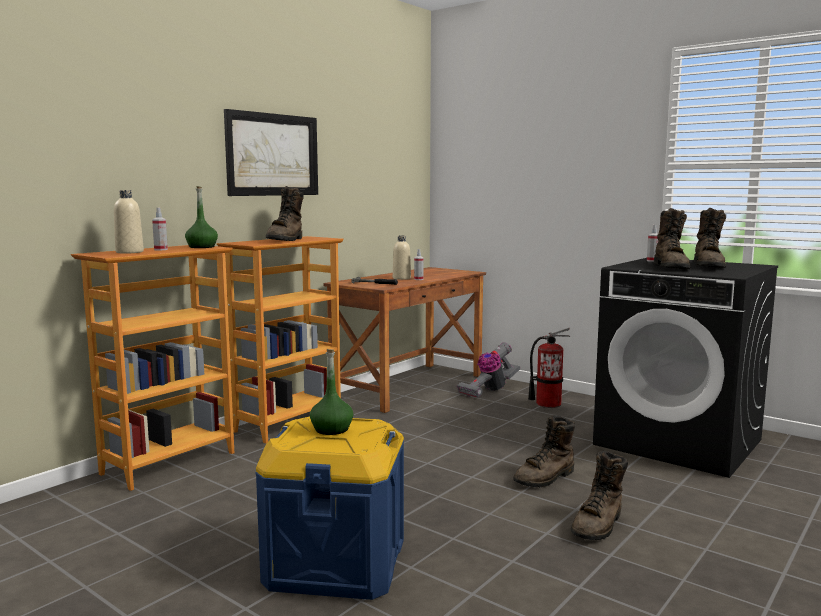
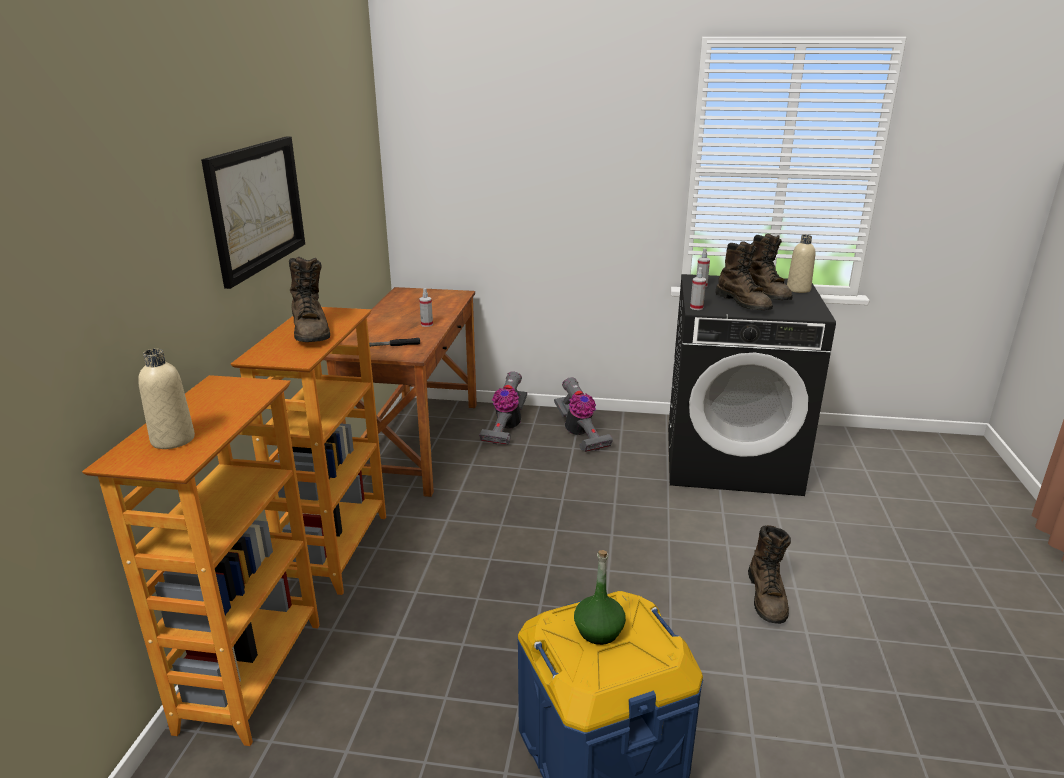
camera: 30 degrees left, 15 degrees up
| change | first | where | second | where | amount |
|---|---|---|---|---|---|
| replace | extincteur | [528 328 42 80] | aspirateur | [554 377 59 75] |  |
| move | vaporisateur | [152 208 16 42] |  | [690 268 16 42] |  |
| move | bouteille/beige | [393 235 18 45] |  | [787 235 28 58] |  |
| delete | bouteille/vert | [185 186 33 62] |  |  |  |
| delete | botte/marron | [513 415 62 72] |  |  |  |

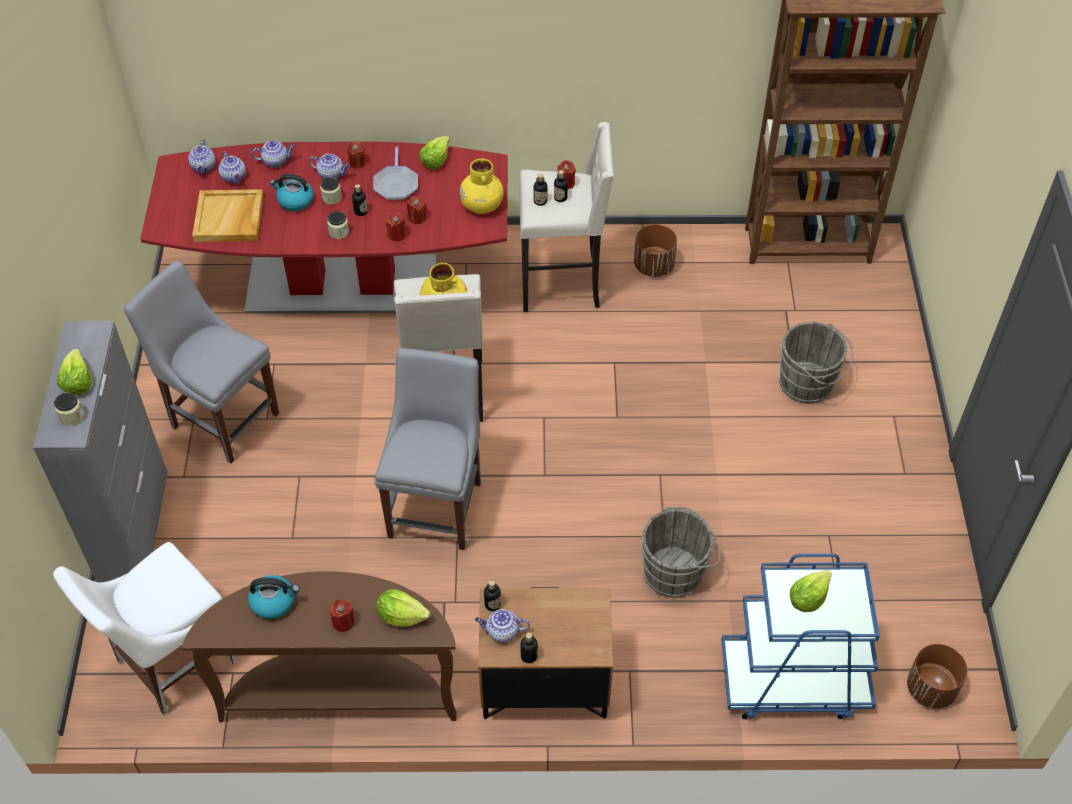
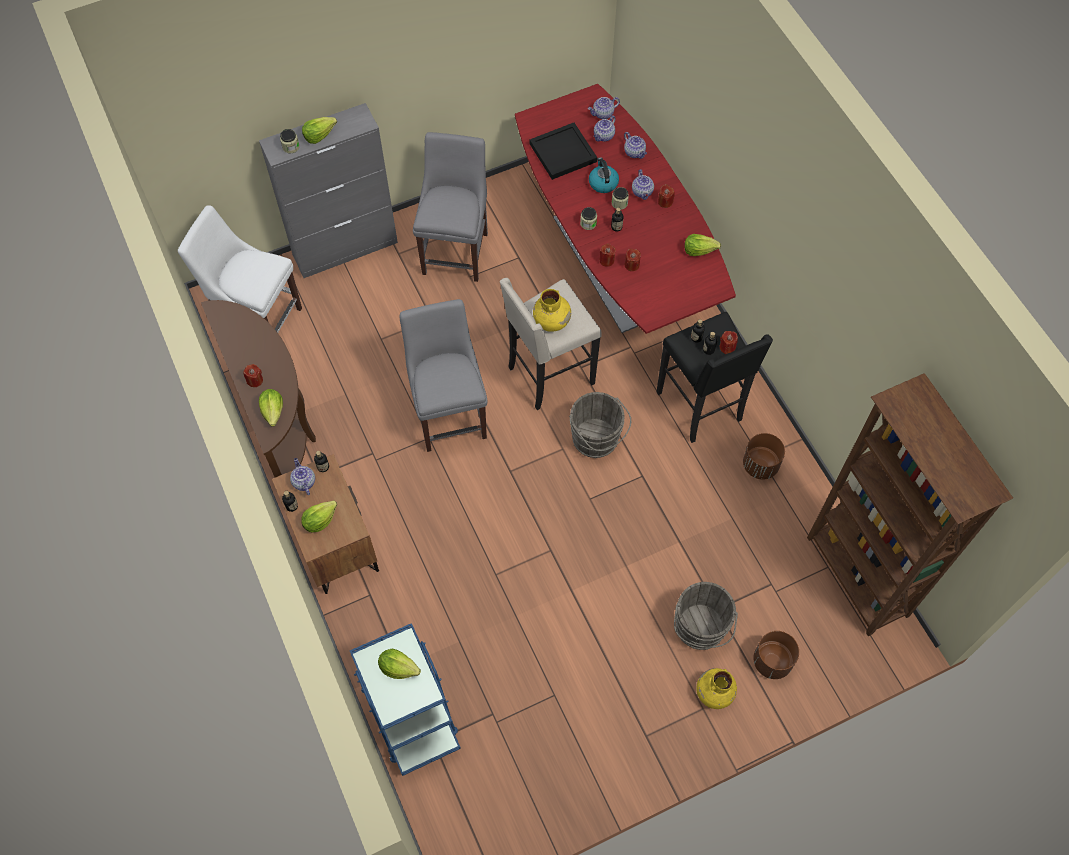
camera: 65 degrees right, 10 degrees up
| change | first | where | second | where | amount |
|---|---|---|---|---|---|
| insert |  |  | laitue | [301 500 36 32] |  |
| rotate | chaise/gris | [374 348 107 202] |  | [400 299 87 153] | 90 degrees counterclockwise |
| recolor | plateau/beige | [192 189 72 53] | plateau/noir | [530 123 67 57] |  |
| move | seau/gris | [641 507 80 91] |  | [569 392 62 66] |  |
| recolor | tabouret/beige | [519 122 95 190] | tabouret/noir | [656 312 117 131] |  |
| move | vase/jaune | [459 159 45 55] |  | [696 668 41 41] |  |
| move | cache-pot/marron | [907 644 61 65] |  | [753 631 46 48] |  |
| delete | bouilloire | [248 575 51 44] |  |  |  |
| delete | poêle | [373 147 45 53] |  |  |  |

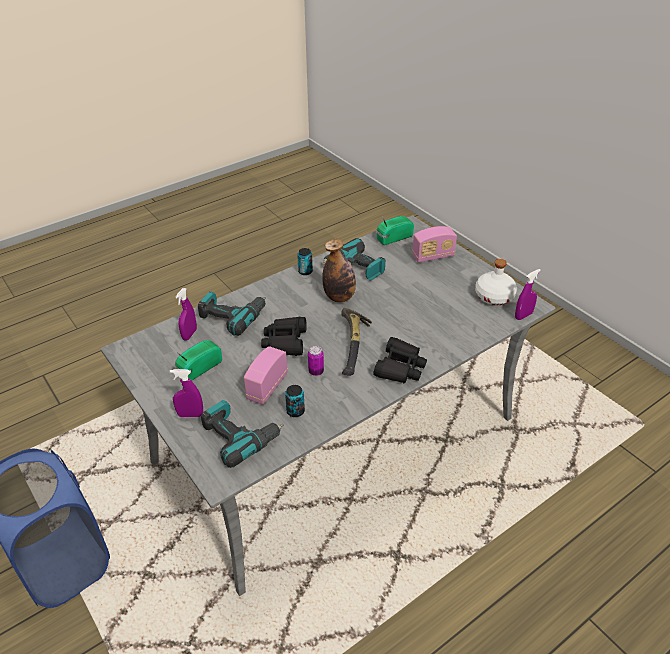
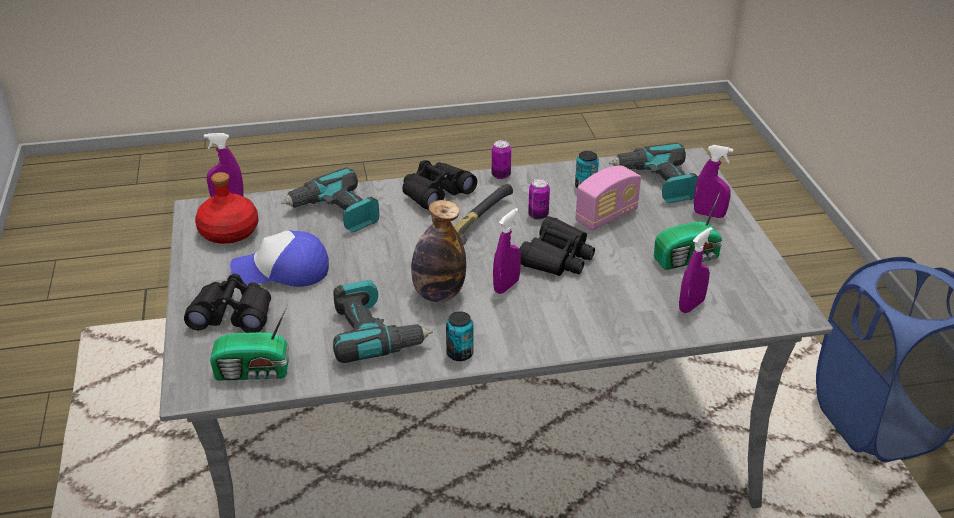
camera: 155 degrees left, 5 degrees down
| change | first | where | second | where | amount |
|---|---|---|---|---|---|
| replace | radio | [412 226 45 37] | jumelles/noir | [184 274 87 59] |  |
| recolor | bouteille/blanc | [475 259 42 46] | bouteille/rouge | [195 172 63 72] |  |
| insert |  |  | casquette | [230 230 99 57] |  |
| move | perceuse | [198 291 68 45] |  | [281 168 98 65] |  |
| insert |  |  | boîte métallique | [492 140 19 39] |  |
| insert |  |  | vaporisateur/violet | [493 208 28 86] |  |

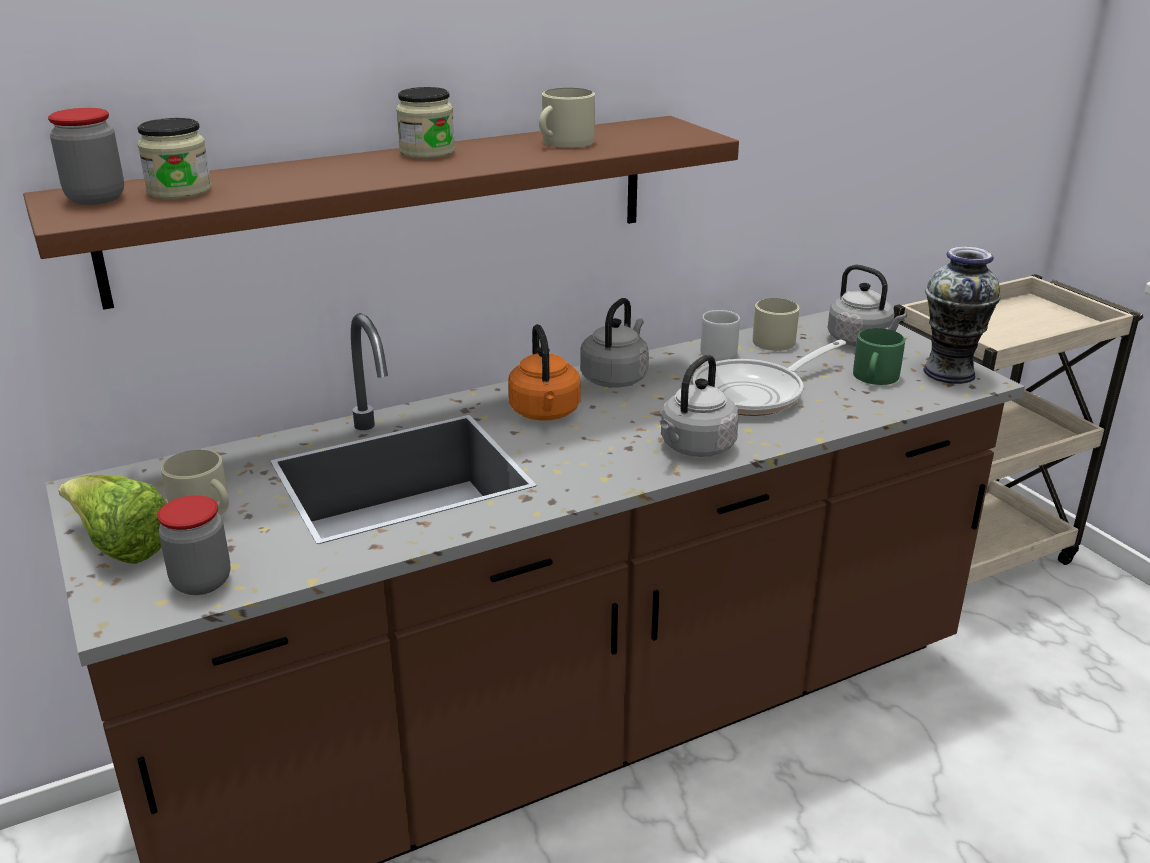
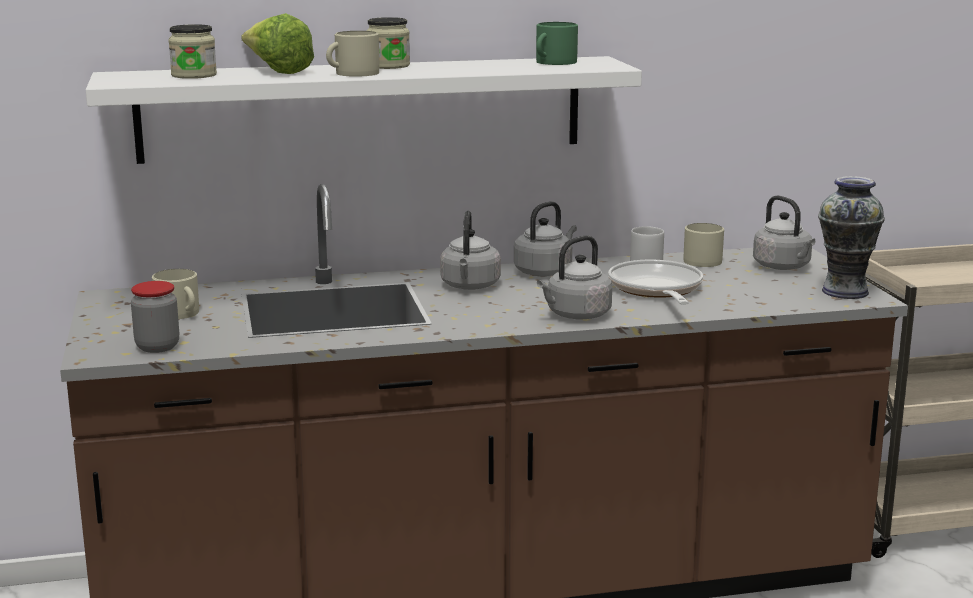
camera: 15 degrees right, 10 degrees down
| change | first | where | second | where | amount |
|---|---|---|---|---|---|
| recolor | étagère/marron | [23 116 716 194] | étagère/blanc | [86 56 556 108] |  |
| move | laitue | [59 475 108 89] |  | [241 13 73 61] |  |
| move | mug/beige | [539 88 56 60] |  | [326 31 53 46] |  |
| recolor | bouilloire/orange | [508 324 73 97] | bouilloire/gris | [440 211 61 79] |  |
| move | mug/vert | [853 328 52 57] |  | [536 22 42 43] |  |
| rotate | poêle | [693 339 153 77] |  | [608 260 95 45] | 105 degrees clockwise |
| delete | bocal | [48 108 76 97] |  |  |  |

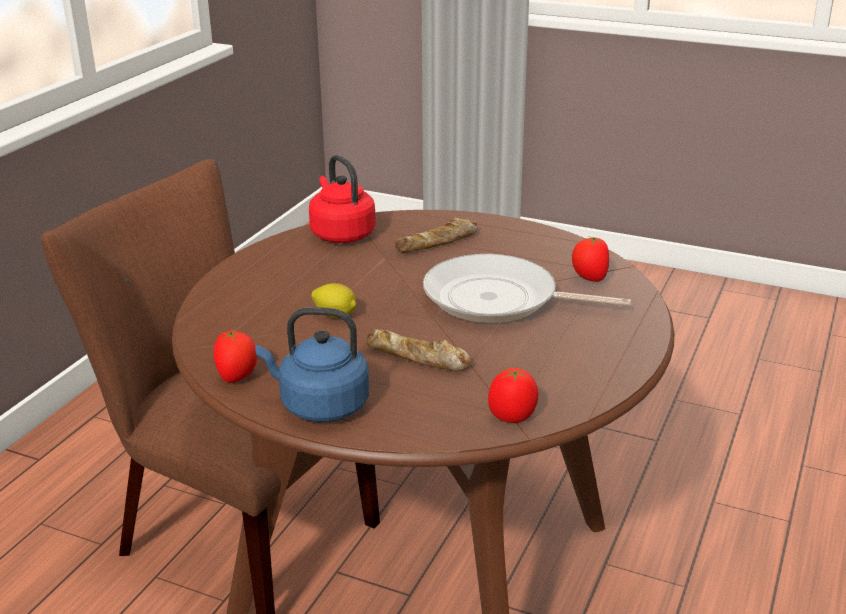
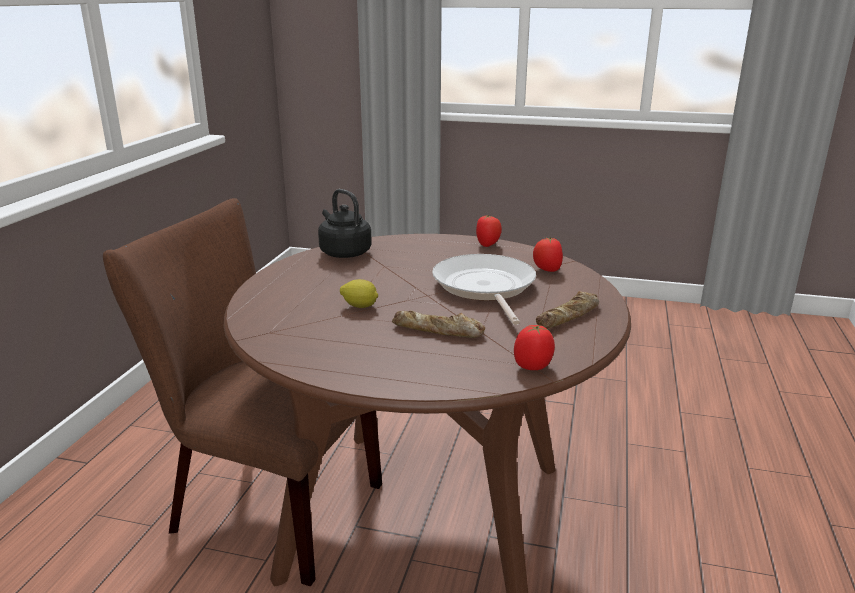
camera: 10 degrees left, 5 degrees down
| change | first | where | second | where | amount |
|---|---|---|---|---|---|
| recolor | bouilloire/rouge | [309 155 67 88] | bouilloire/noir | [318 189 54 69] |  |
| rotate | poêle | [423 254 208 69] |  | [432 254 104 71] | 75 degrees clockwise |
| move | tomate | [214 329 44 54] |  | [476 215 26 32] |  |
| move | pain | [395 217 82 36] |  | [536 291 63 38] |  |
| delete | bouilloire/bleu | [256 307 113 115] |  |  |  |

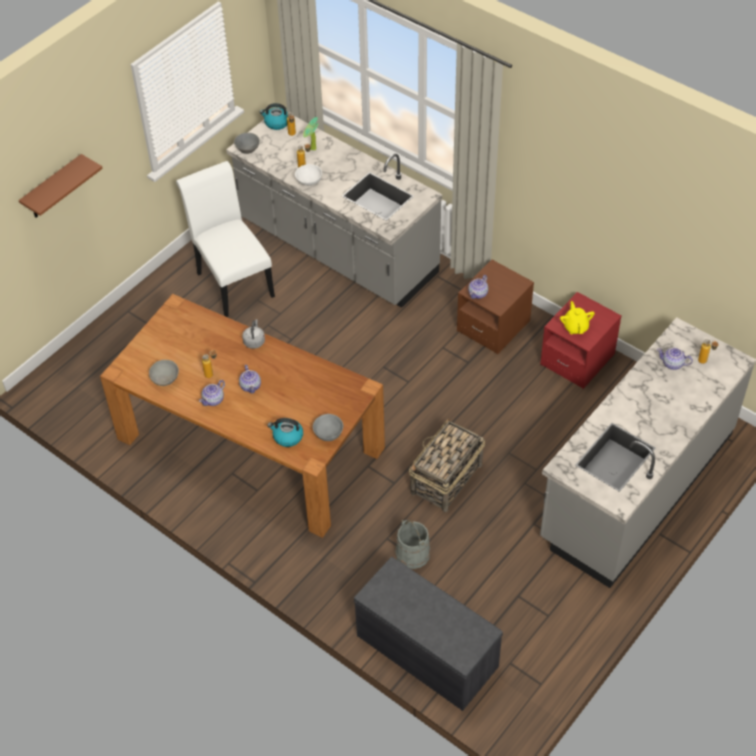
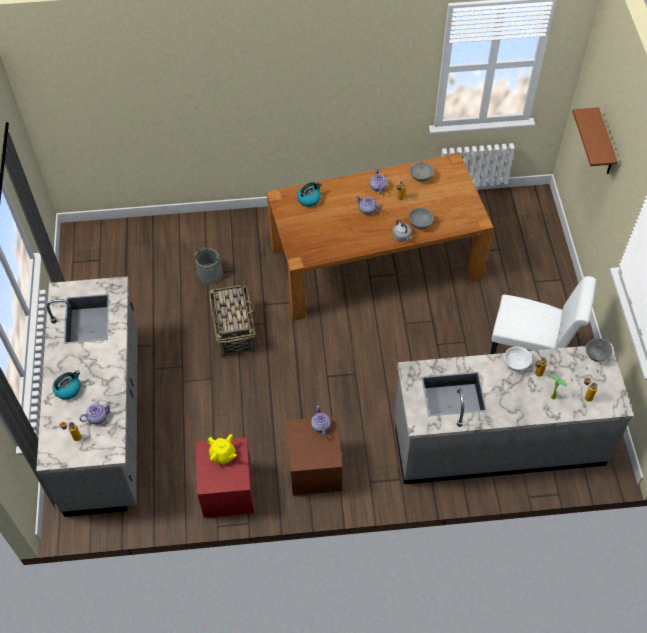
camera: 135 degrees right, 5 degrees up
| change | first | where | second | where | amount |
|---|---|---|---|---|---|
| move | bouilloire | [260 103 28 27] |  | [52 370 29 30] |  |
| move | bol/gris | [313 414 30 27] |  | [409 208 25 21] |  |
| delete | banc/gris | [354 557 149 154] |  |  |  |

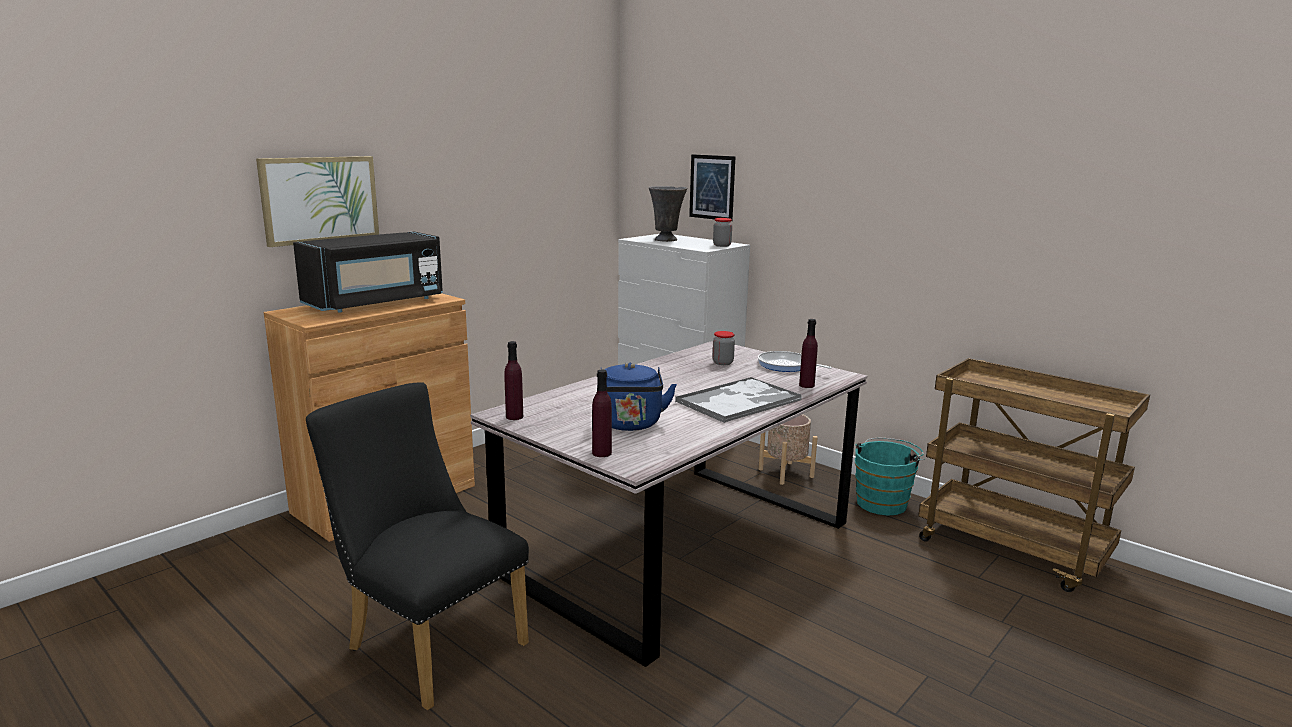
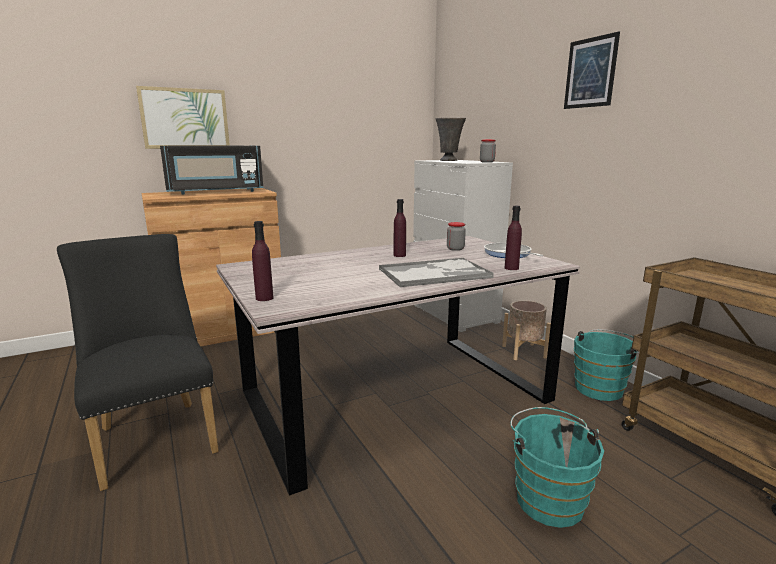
camera: 20 degrees right, 0 degrees up
| change | first | where | second | where | amount |
|---|---|---|---|---|---|
| move | bouteille/violet | [504 341 19 79] |  | [394 199 12 58] |  |
| insert |  |  | seau/turquoise | [510 407 94 121] |  |
| move | tableau | [689 154 47 66] |  | [564 31 56 78] |  |
| delete | bouilloire/bleu | [597 362 80 69] |  |  |  |

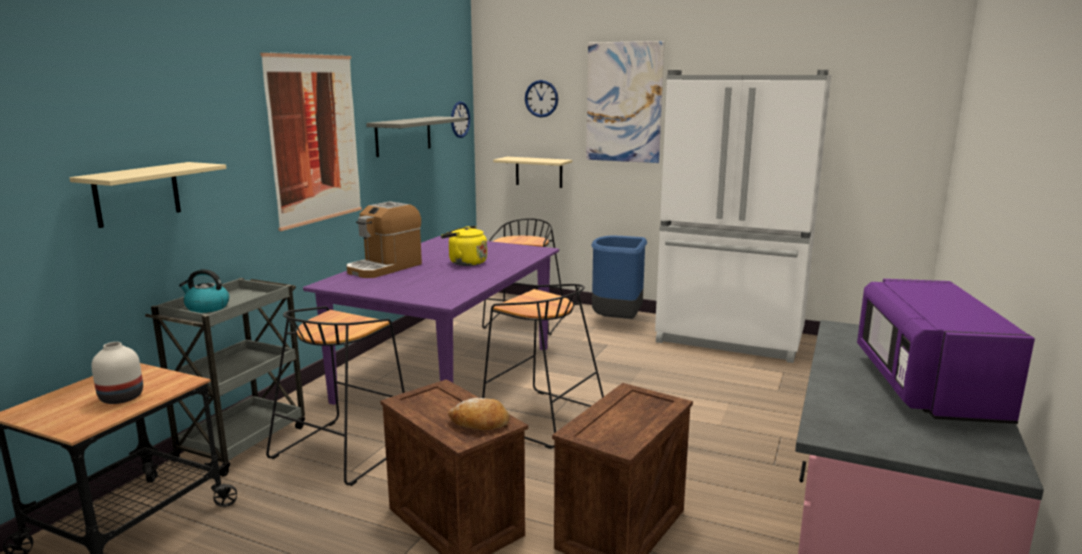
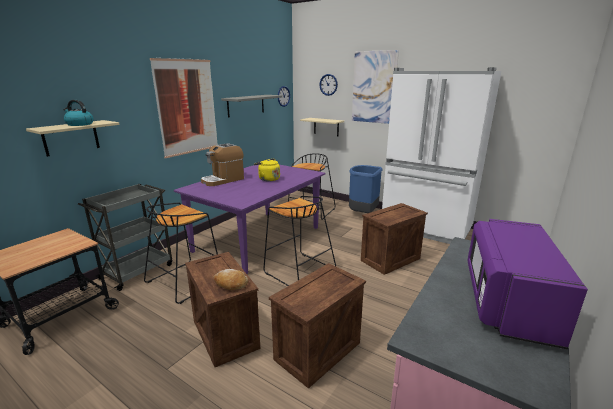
camera: 10 degrees right, 5 degrees up
| change | first | where | second | where | amount |
|---|---|---|---|---|---|
| move | bouilloire | [179 269 50 44] |  | [63 100 31 26] |  |
| insert |  |  | caisse | [361 203 67 72] |  |
| delete | vase/blanc | [91 342 52 62] |  |  |  |

